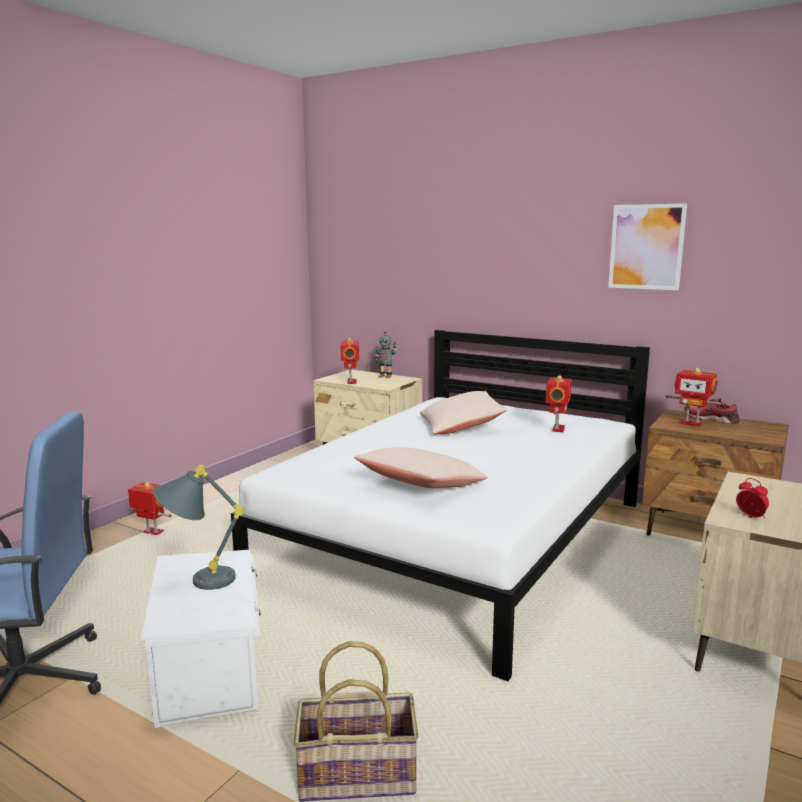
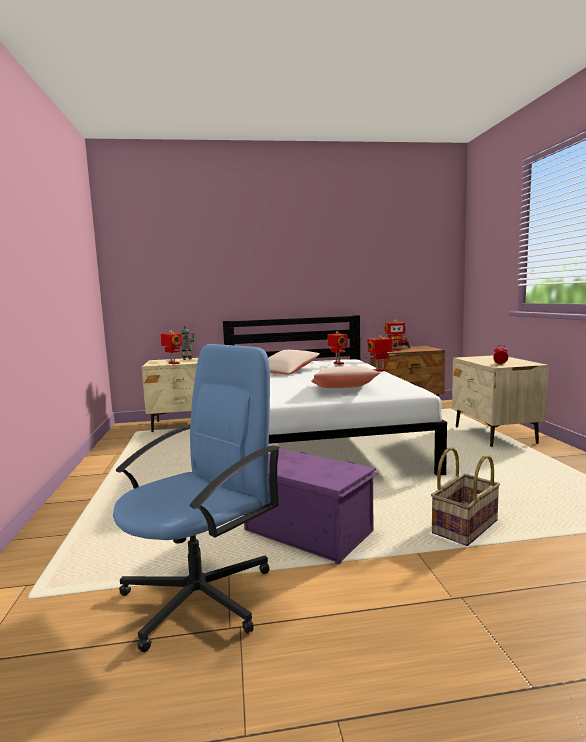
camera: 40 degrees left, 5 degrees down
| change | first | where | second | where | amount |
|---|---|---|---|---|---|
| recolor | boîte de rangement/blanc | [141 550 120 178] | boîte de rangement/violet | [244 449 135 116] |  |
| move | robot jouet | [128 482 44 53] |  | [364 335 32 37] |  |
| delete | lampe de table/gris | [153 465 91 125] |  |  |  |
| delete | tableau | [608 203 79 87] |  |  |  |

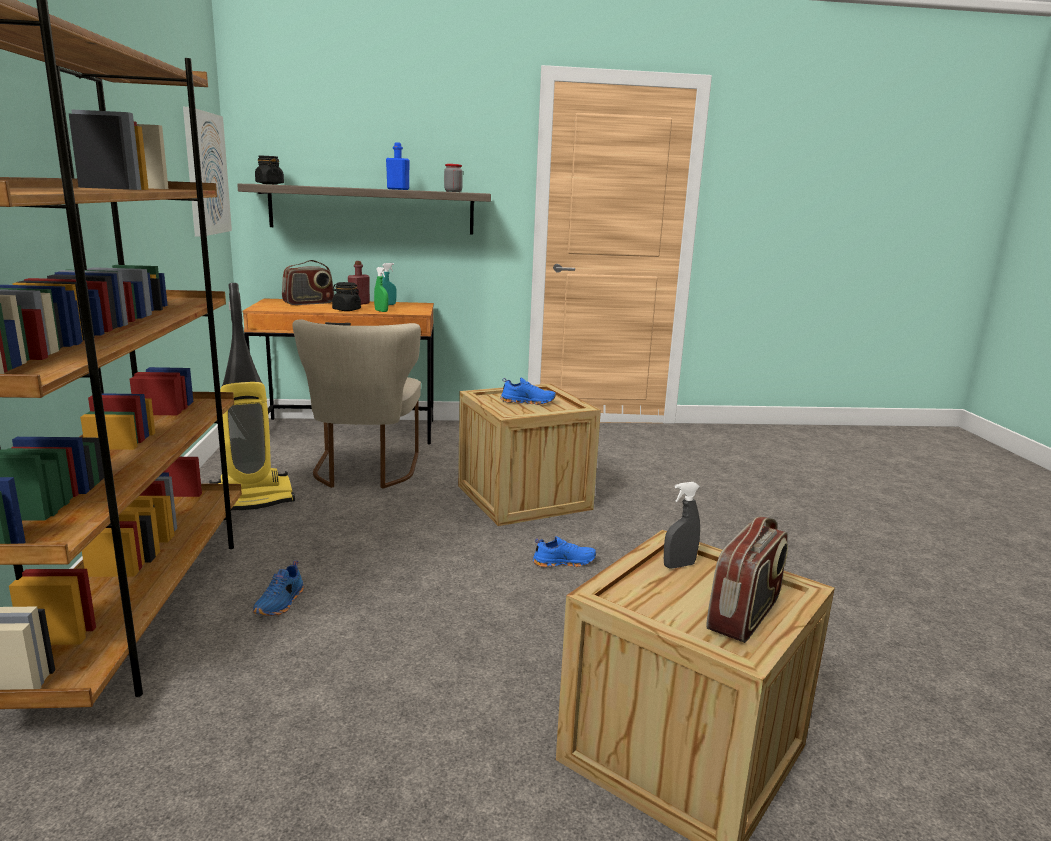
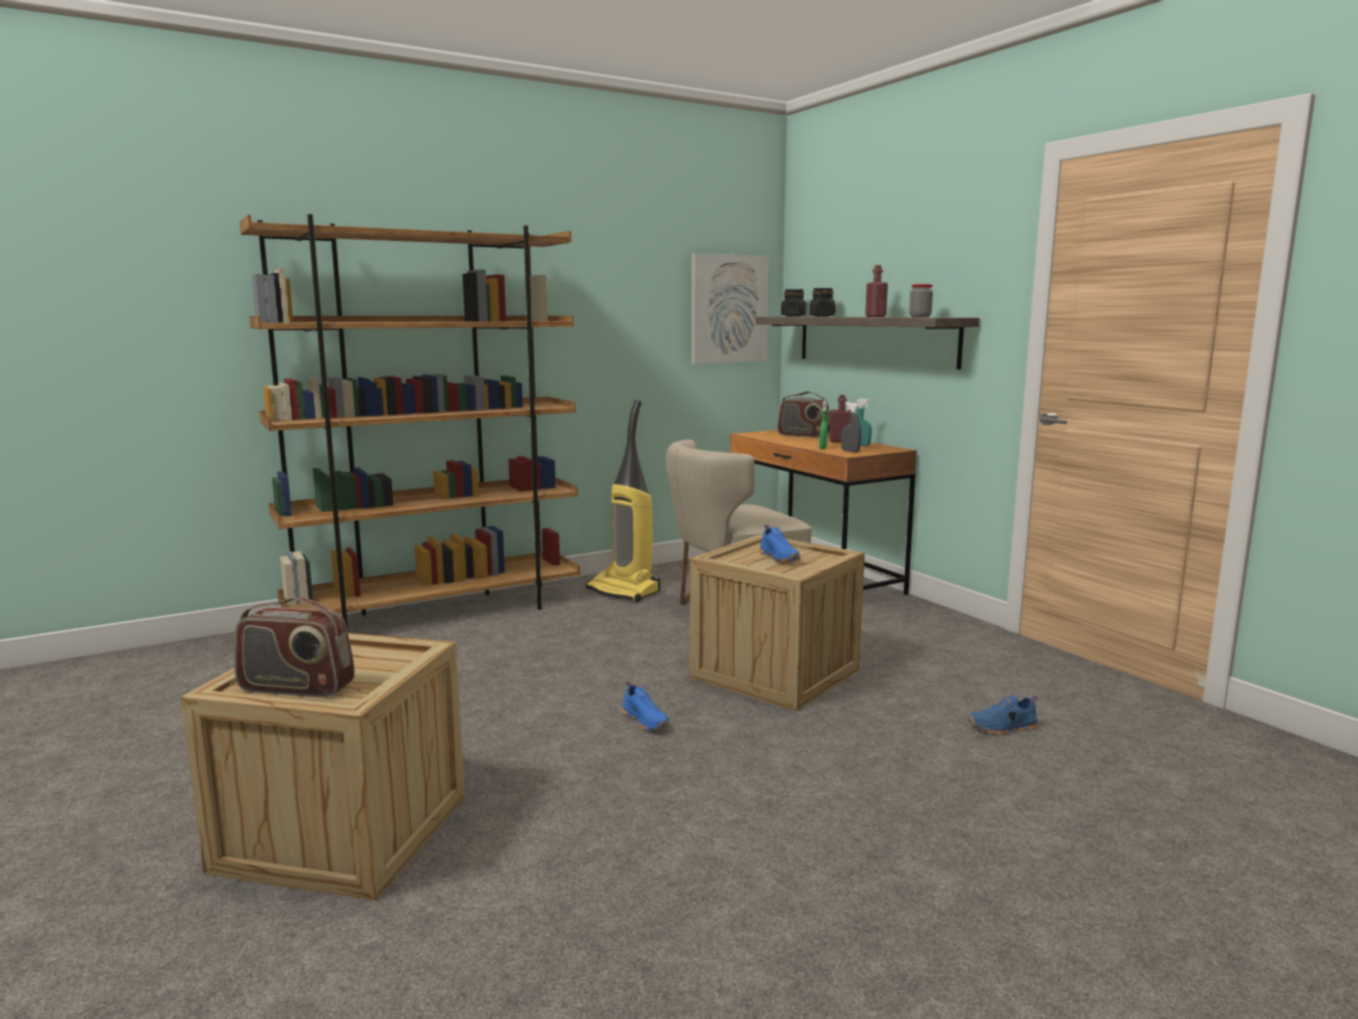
camera: 65 degrees right, 5 degrees down
| change | first | where | second | where | amount |
|---|---|---|---|---|---|
| move | bocal/noir | [332 282 29 29] |  | [810 288 25 29] |  |
| move | vaporisateur/gris | [664 482 36 87] |  | [841 402 20 50] |  |
| recolor | bouteille/bleu | [386 142 24 48] | bouteille/rouge | [865 265 23 52] |  |
| move | chaussure/bleu | [253 561 51 55] |  | [968 694 70 41] |  |

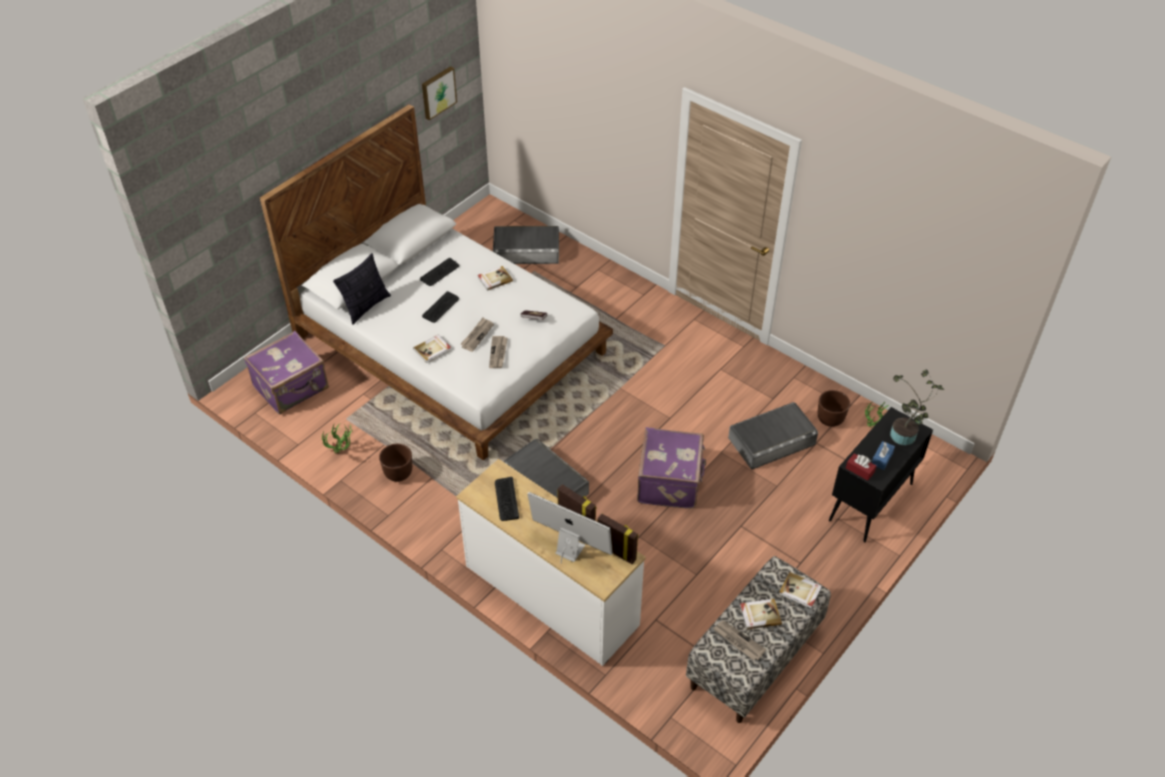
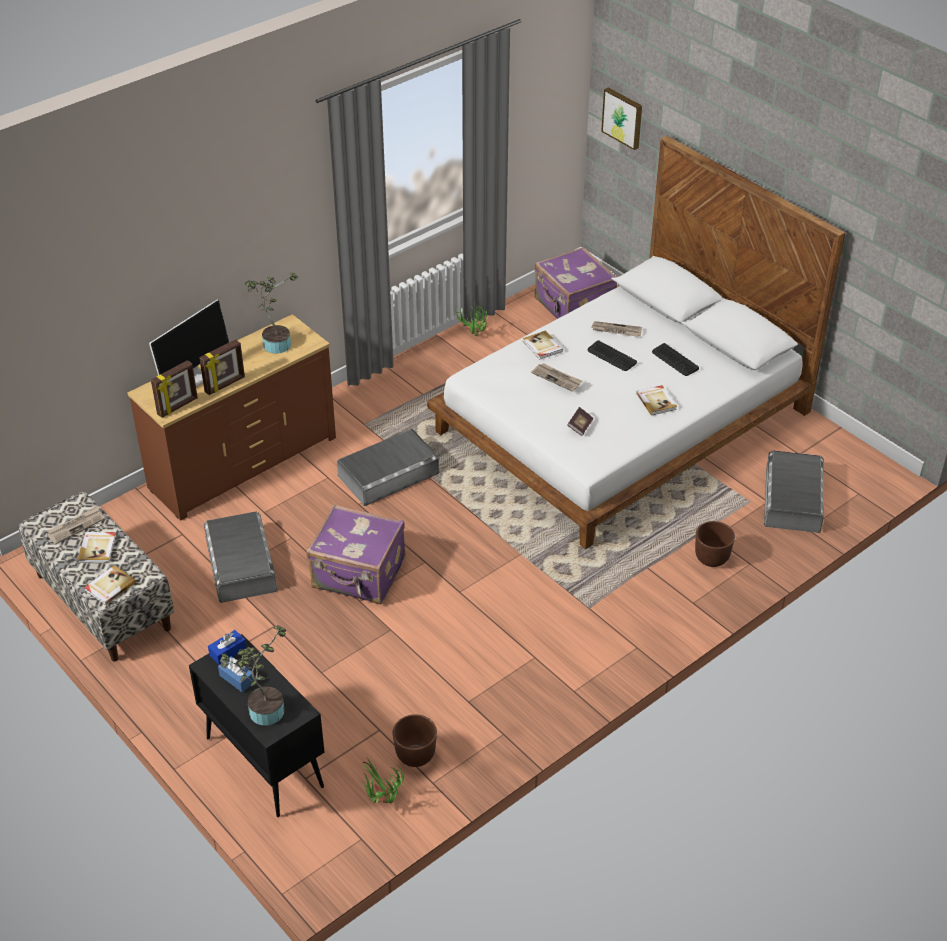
camera: 100 degrees right, 5 degrees down
| change | first | where | second | where | amount |
|---|---|---|---|---|---|
| recolor | commode/blanc | [456 459 190 207] | commode/marron | [127 314 209 206] |  |
| move | boîte de rangement/gris | [728 402 90 67] |  | [204 512 73 91] |  |
| recolor | boîte à mouchoirs/rouge | [846 453 30 28] | boîte à mouchoirs/bleu | [208 630 38 35] |  |
| replace | clavier | [495 477 24 44] | plante en pot | [244 273 54 81] |  |
| move | journal | [489 336 19 32] |  | [591 321 51 16] |  |
| move | tableau | [422 66 35 54] |  | [601 88 41 62] |  |
| move | cache-pot/marron | [379 444 33 38] |  | [695 521 40 46] |  |
| delete | coussin | [333 253 58 71] |  |  |  |

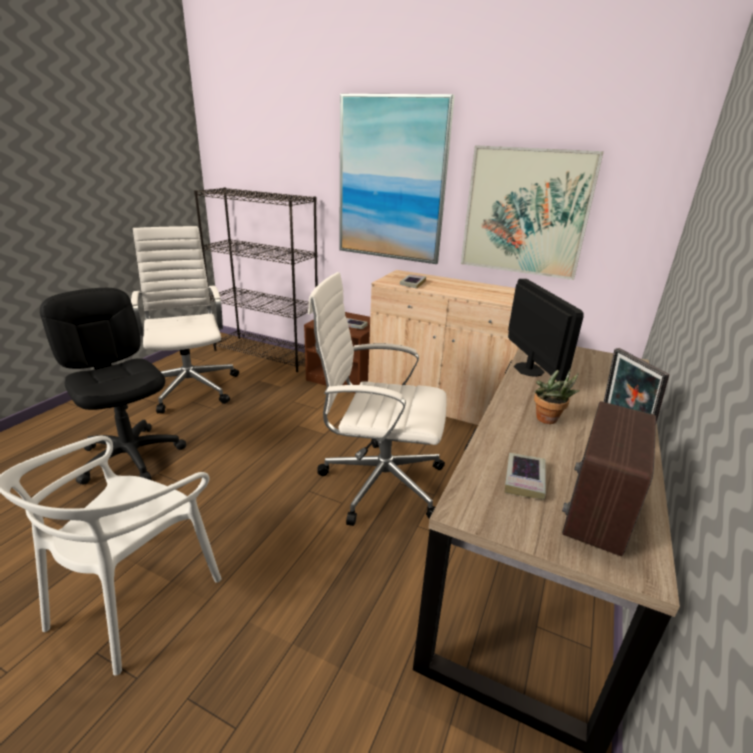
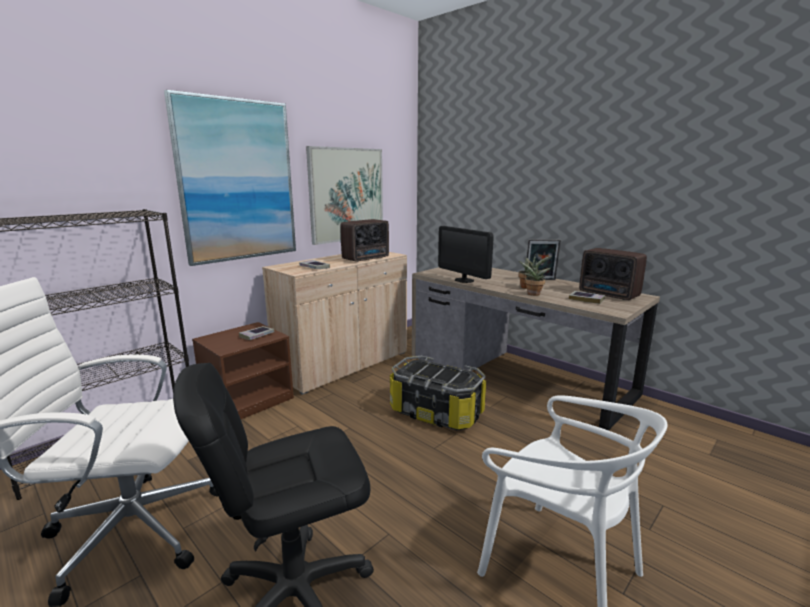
camera: 70 degrees left, 10 degrees down
| change | first | where | second | where | amount |
|---|---|---|---|---|---|
| insert |  |  | radio | [340 219 49 43] |  |
| replace | chaise de bureau/blanc | [308 272 139 254] | boîte de rangement | [390 356 96 74] |  |
| rotate | écran d'ordinateur | [508 279 76 102] |  | [438 226 56 57] | 135 degrees counterclockwise |
| insert |  |  | plante en pot | [519 260 32 36] |  |

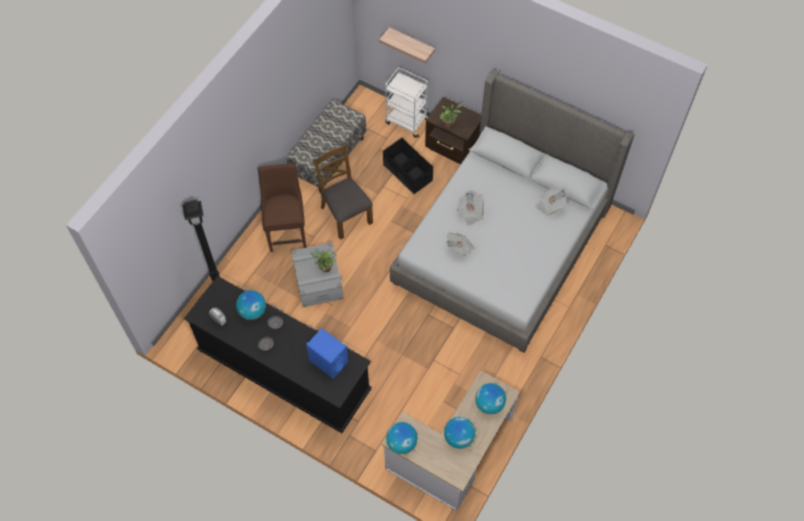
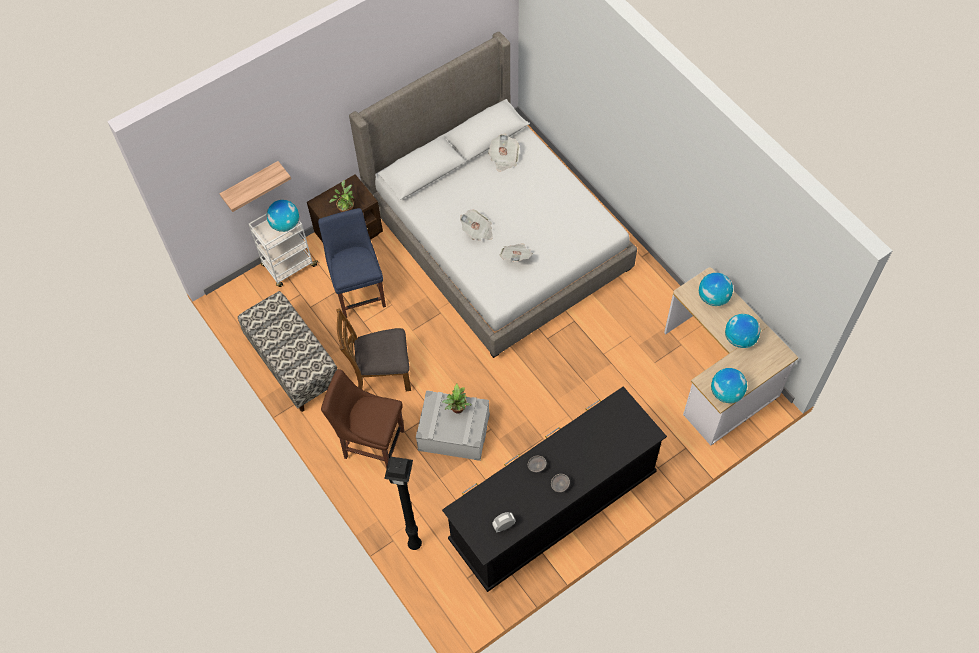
camera: 65 degrees left, 0 degrees up
| change | first | where | second | where | amount |
|---|---|---|---|---|---|
| move | globe | [236 290 30 30] |  | [267 200 32 32] |  |
| replace | boîte de rangement/noir | [383 138 50 56] | chaise/bleu | [318 208 68 110] |  |
| delete | enceinte/bleu | [306 328 42 51] |  |  |  |

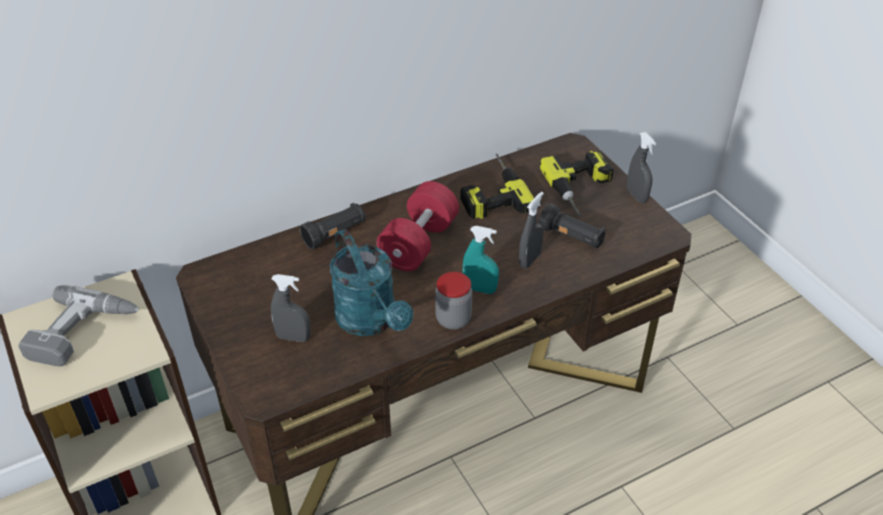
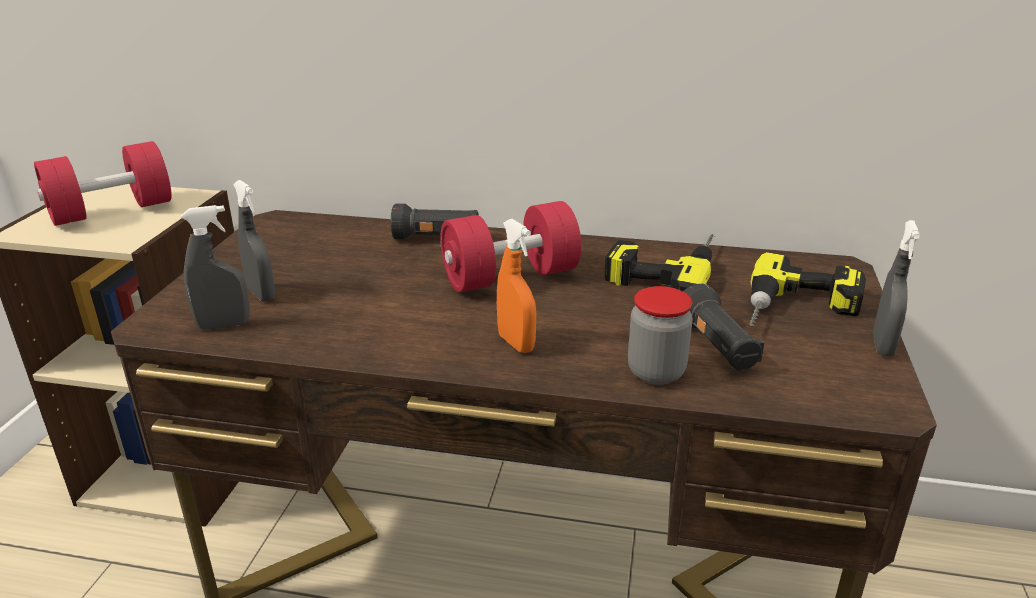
camera: 40 degrees right, 15 degrees down
| change | first | where | second | where | amount |
|---|---|---|---|---|---|
| replace | perceuse | [18 285 121 82] | haltère/rouge | [34 141 138 85] |  |
| move | vaporisateur/gris | [519 192 25 77] |  | [181 205 69 125] |  |
| recolor | vaporisateur/turquoise | [462 226 37 68] | vaporisateur/orange | [497 219 39 134] |  |
| move | bocal | [435 272 37 58] |  | [628 286 65 99] |  |
| delete | arrosoir/turquoise | [330 229 83 107] |  |  |  |

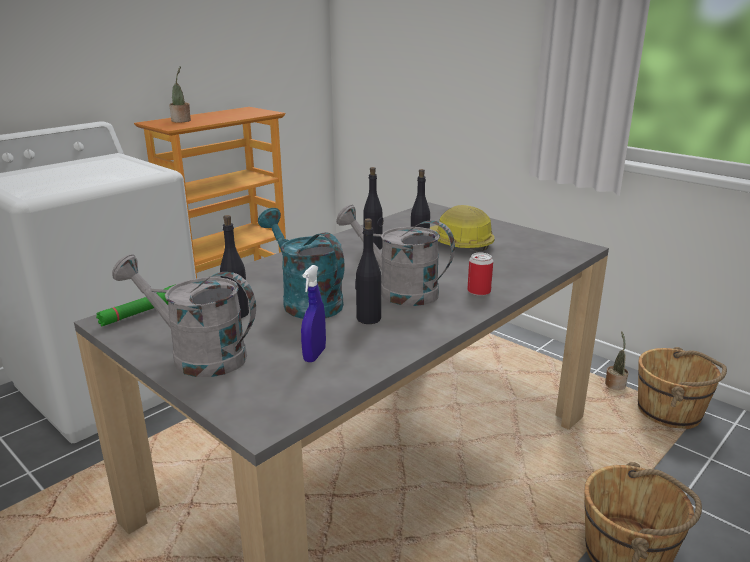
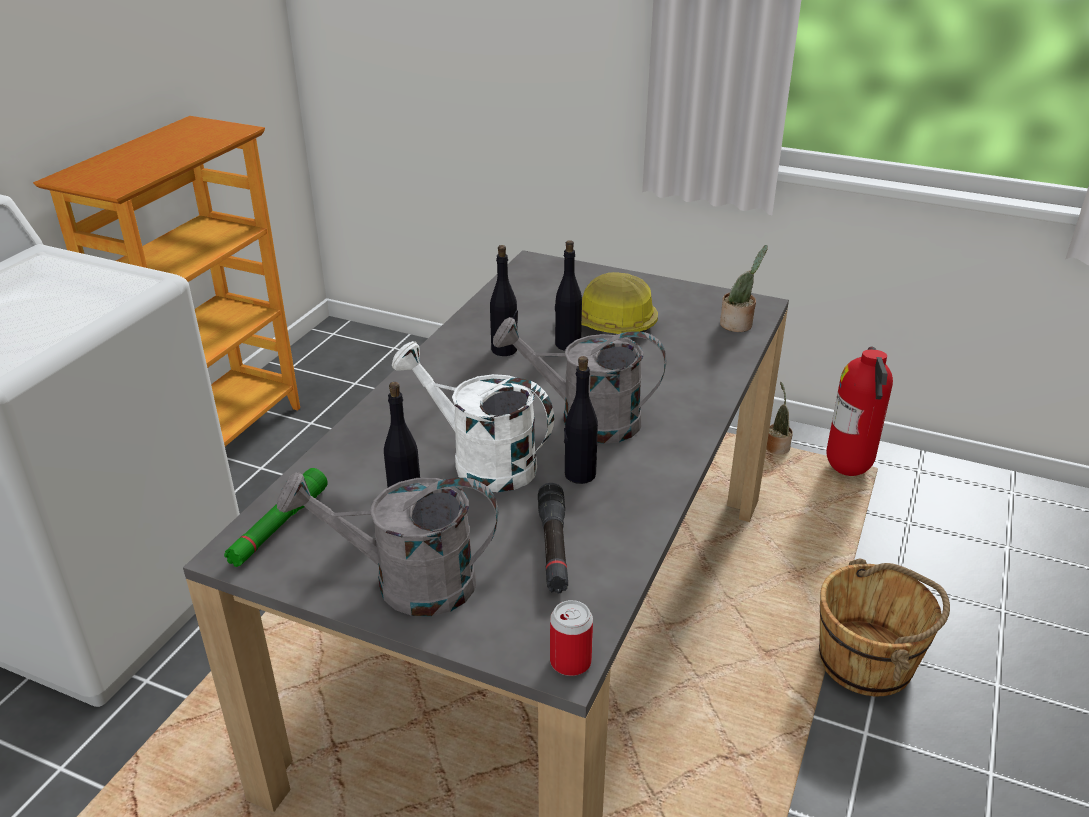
camera: 20 degrees left, 10 degrees up
| change | first | where | second | where | amount |
|---|---|---|---|---|---|
| recolor | arrosoir/turquoise | [258 208 87 111] | arrosoir/blanc | [392 341 162 151] |  |
| replace | vaporisateur/bleu | [301 265 25 97] | lampe de poche/noir | [538 483 30 111] |  |
| move | boîte métallique | [467 253 26 43] |  | [550 600 43 76] |  |
| move | plante en pot | [169 66 22 56] |  | [720 245 48 87] |  |
| replace | seau/marron | [638 347 89 82] | extincteur | [827 347 66 129] |  |

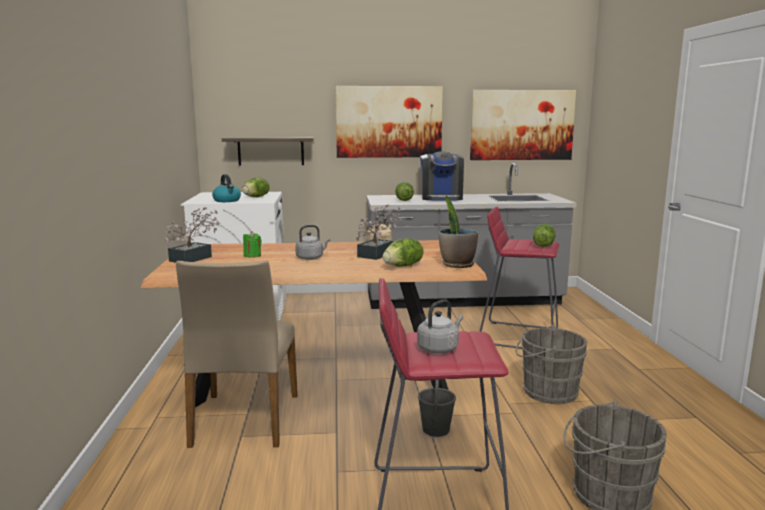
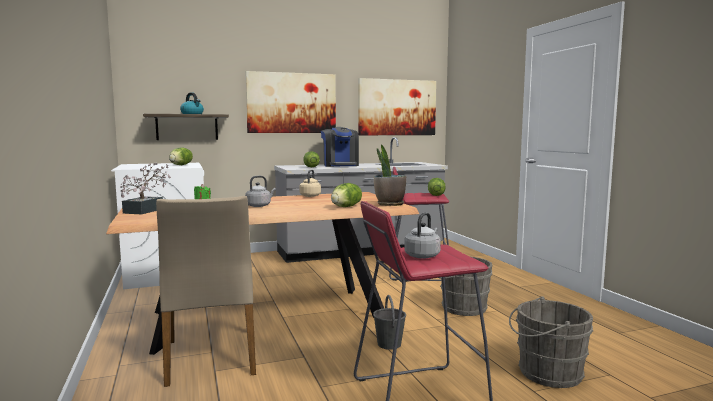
camera: 15 degrees left, 5 degrees down
| change | first | where | second | where | amount |
|---|---|---|---|---|---|
| move | bouilloire | [212 174 29 28] |  | [180 92 24 22] |  |
| delete | plante en pot | [356 205 46 55] |  |  |  |

